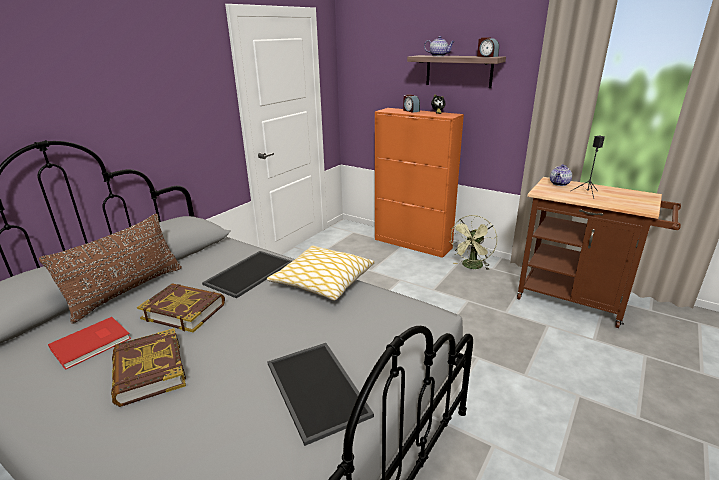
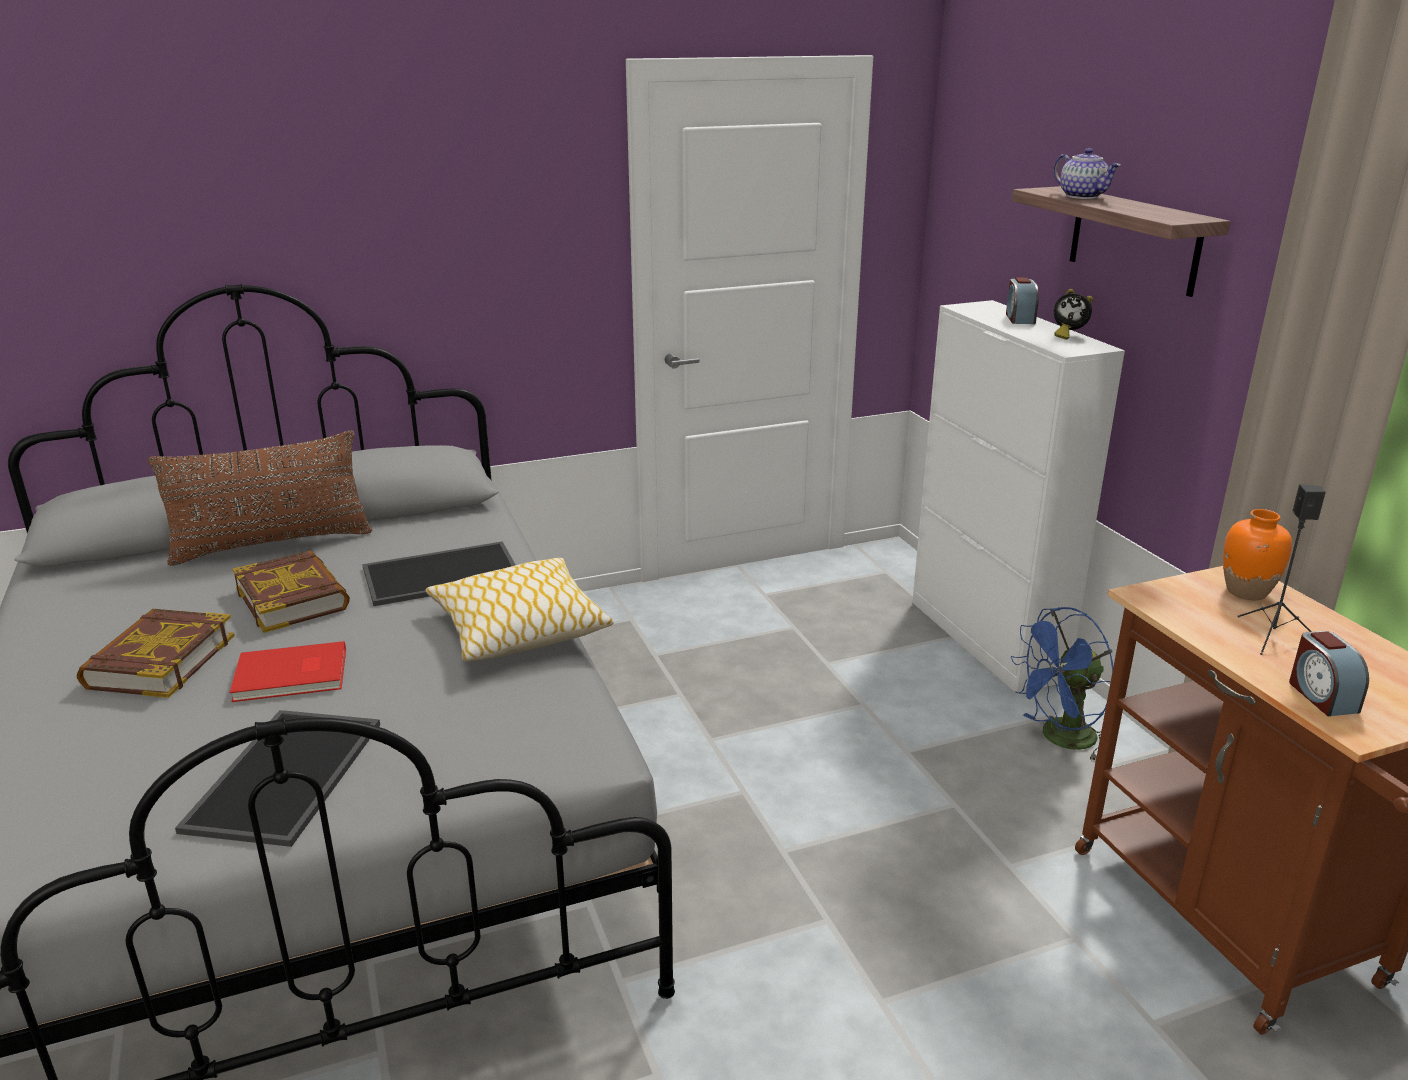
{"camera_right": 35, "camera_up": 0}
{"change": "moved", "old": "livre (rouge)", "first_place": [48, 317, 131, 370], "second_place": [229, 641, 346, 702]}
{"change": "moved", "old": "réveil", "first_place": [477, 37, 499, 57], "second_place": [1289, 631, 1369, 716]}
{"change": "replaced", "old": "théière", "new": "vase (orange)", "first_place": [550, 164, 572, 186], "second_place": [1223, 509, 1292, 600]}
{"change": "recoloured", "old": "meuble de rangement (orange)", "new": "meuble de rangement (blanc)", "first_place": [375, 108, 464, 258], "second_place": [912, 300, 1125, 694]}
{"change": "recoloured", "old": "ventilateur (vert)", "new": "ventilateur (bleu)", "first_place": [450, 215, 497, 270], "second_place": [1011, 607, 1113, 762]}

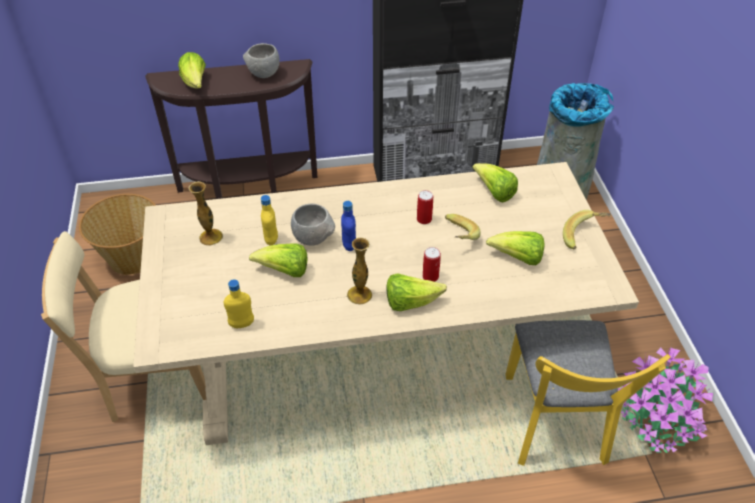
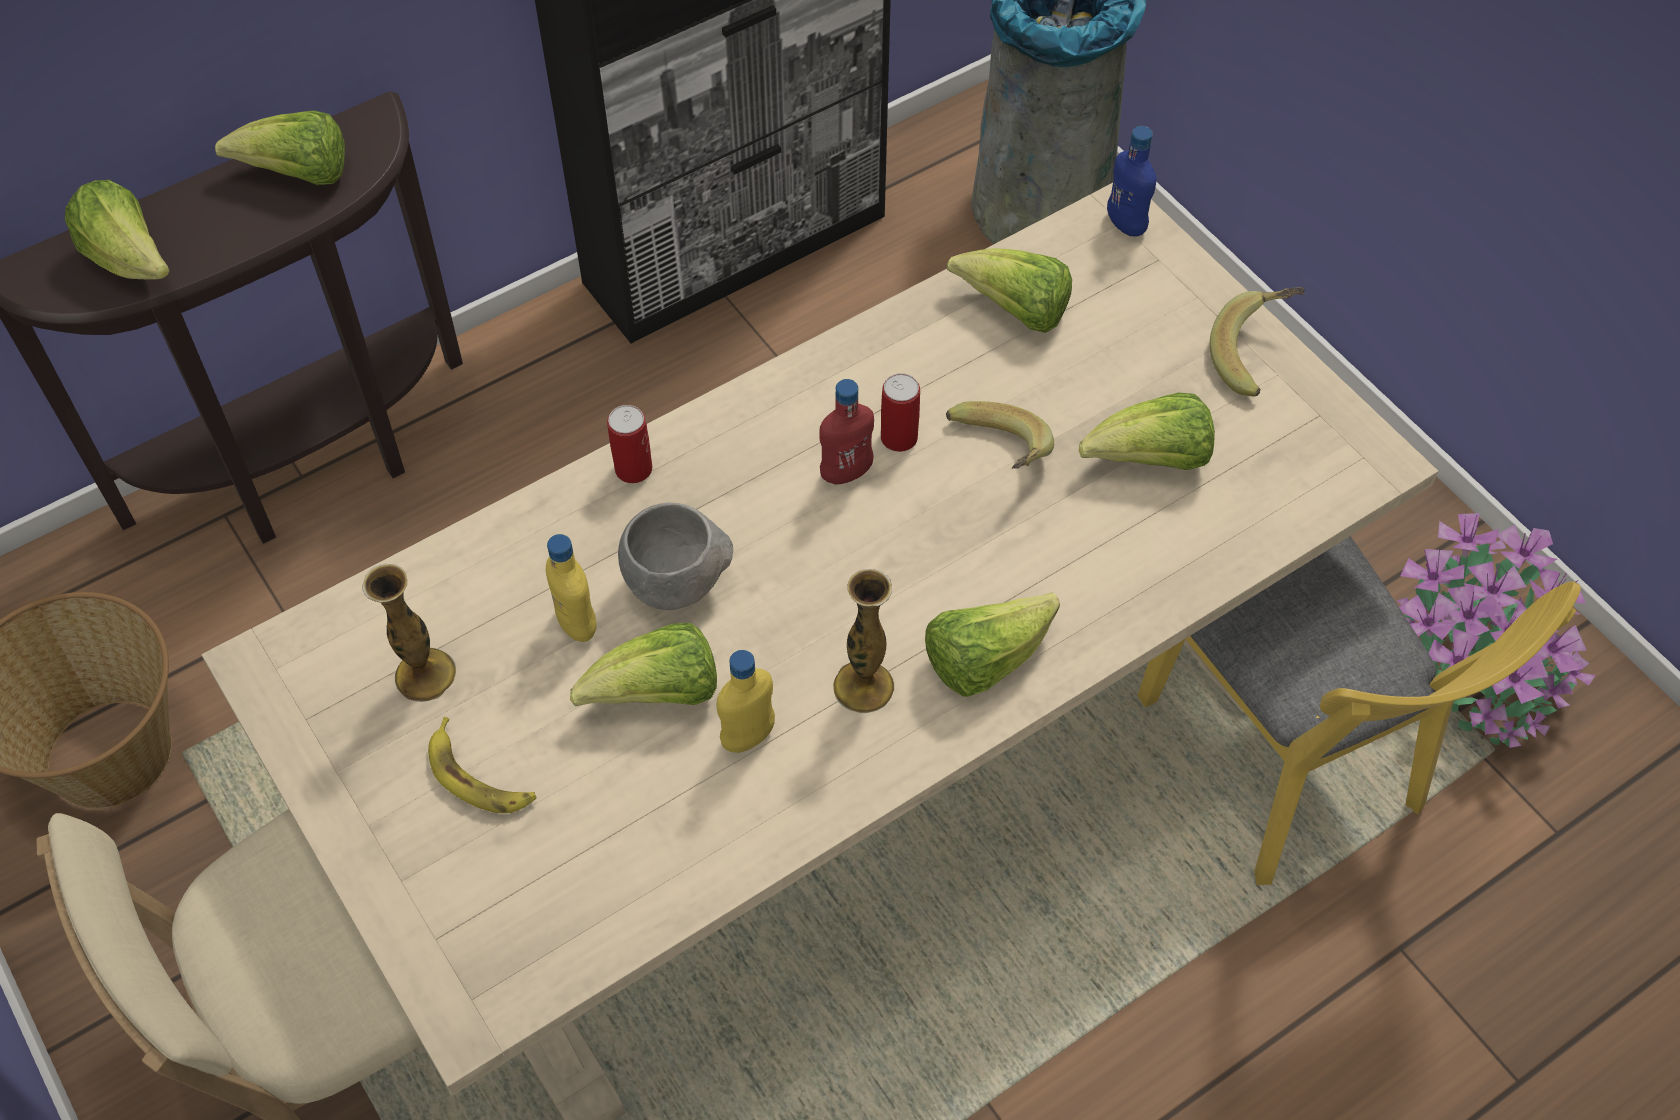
{"camera_right": -25, "camera_up": 10}
{"change": "added", "new": "banane", "second_place": [428, 717, 537, 813]}
{"change": "added", "new": "bouteille (rouge)", "second_place": [820, 379, 874, 485]}
{"change": "moved", "old": "bouteille (jaune)", "first_place": [224, 279, 254, 328], "second_place": [716, 650, 775, 753]}
{"change": "moved", "old": "bouteille (bleu)", "first_place": [341, 201, 356, 251], "second_place": [1107, 126, 1157, 237]}
{"change": "moved", "old": "boîte métallique", "first_place": [423, 247, 441, 282], "second_place": [607, 405, 652, 483]}
{"change": "replaced", "old": "bol (gris)", "new": "laitue", "first_place": [243, 43, 280, 78], "second_place": [215, 110, 345, 185]}

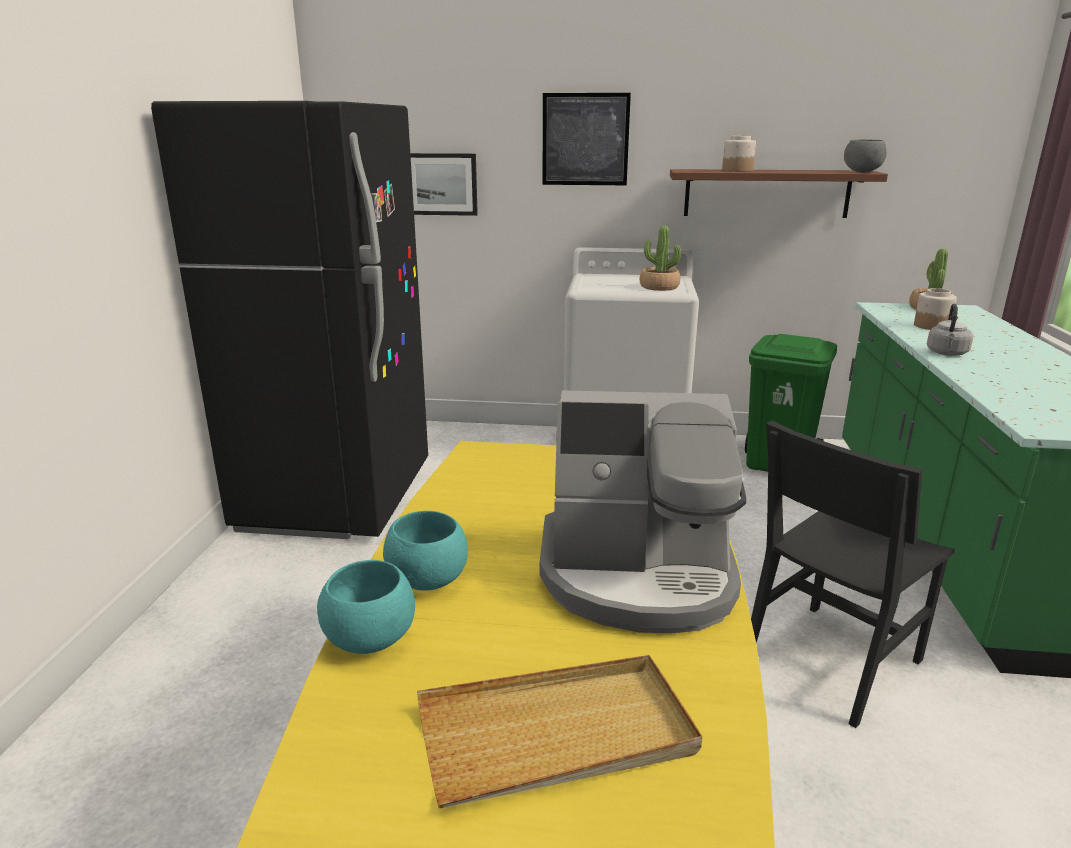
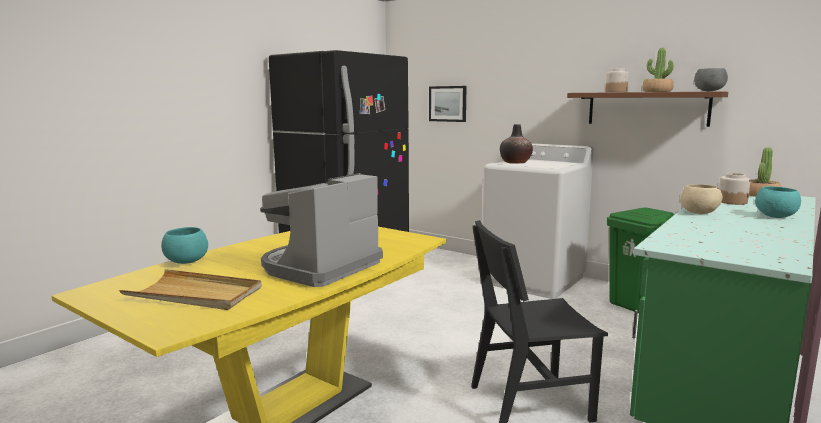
{"camera_right": 30, "camera_up": -10}
{"change": "removed", "old": "tableau", "first_place": [543, 93, 631, 185]}
{"change": "added", "new": "vase", "second_place": [500, 124, 533, 164]}
{"change": "moved", "old": "bol (turquoise)", "first_place": [383, 511, 468, 590], "second_place": [755, 186, 801, 218]}
{"change": "moved", "old": "plante en pot", "first_place": [640, 226, 681, 291], "second_place": [642, 48, 674, 92]}
{"change": "replaced", "old": "bouilloire (gris)", "new": "bol (beige)", "first_place": [927, 304, 973, 356], "second_place": [681, 184, 723, 214]}
{"change": "turned", "old": "machine à café", "first_place": [540, 390, 746, 633], "second_place": [260, 173, 383, 287], "degrees": 90}

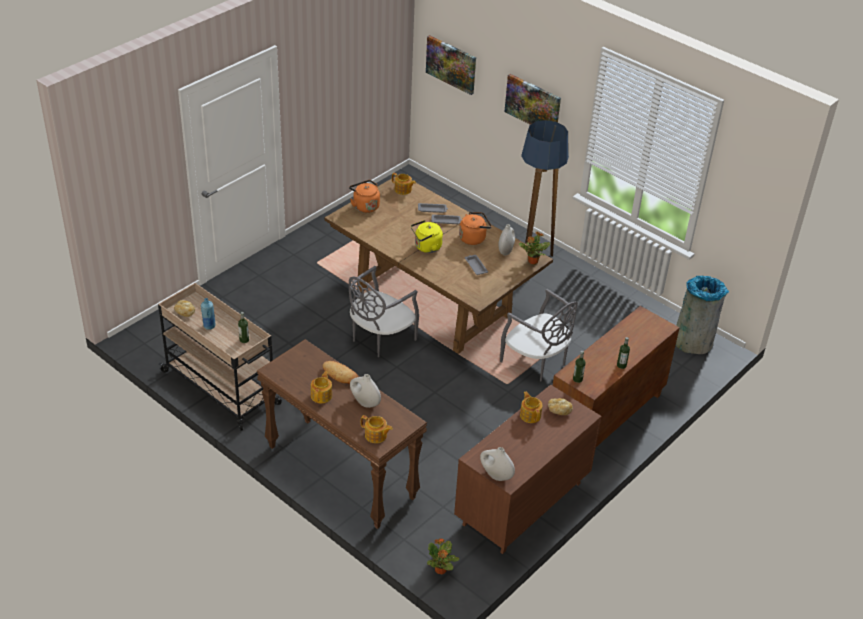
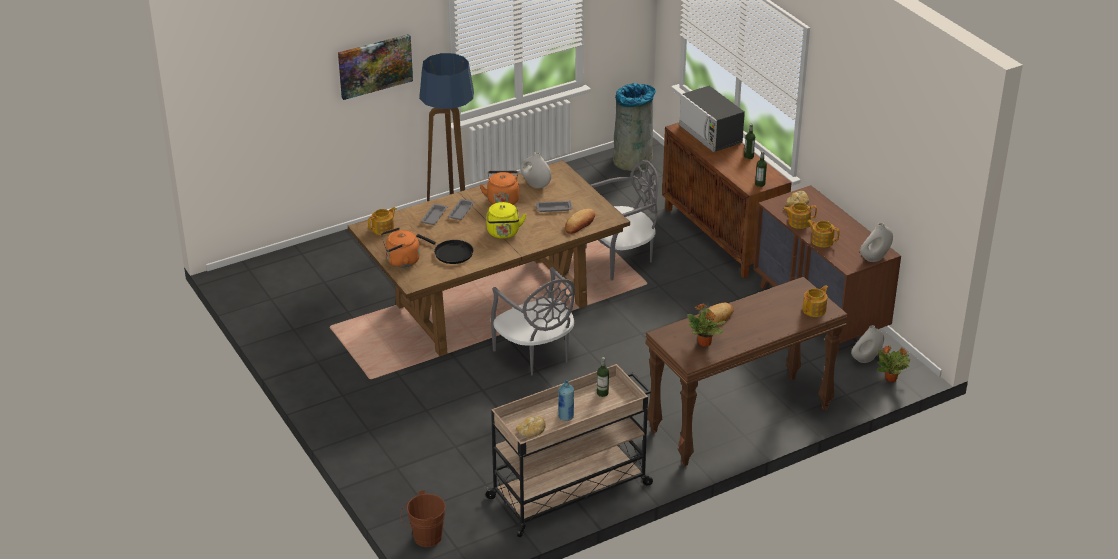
{"camera_right": -70, "camera_up": -5}
{"change": "removed", "old": "tableau", "first_place": [426, 35, 476, 95]}
{"change": "added", "new": "seau (marron)", "second_place": [401, 490, 446, 547]}
{"change": "added", "new": "poêle (noir)", "second_place": [416, 234, 473, 264]}
{"change": "added", "new": "pain", "second_place": [565, 209, 595, 234]}
{"change": "added", "new": "micro-ondes", "second_place": [679, 86, 745, 152]}
{"change": "moved", "old": "théière", "first_place": [311, 371, 332, 403], "second_place": [807, 220, 840, 247]}
{"change": "moved", "old": "vase (blanc)", "first_place": [350, 374, 381, 408], "second_place": [851, 325, 884, 363]}
{"change": "moved", "old": "plante en pot", "first_place": [519, 232, 550, 265], "second_place": [687, 304, 726, 347]}

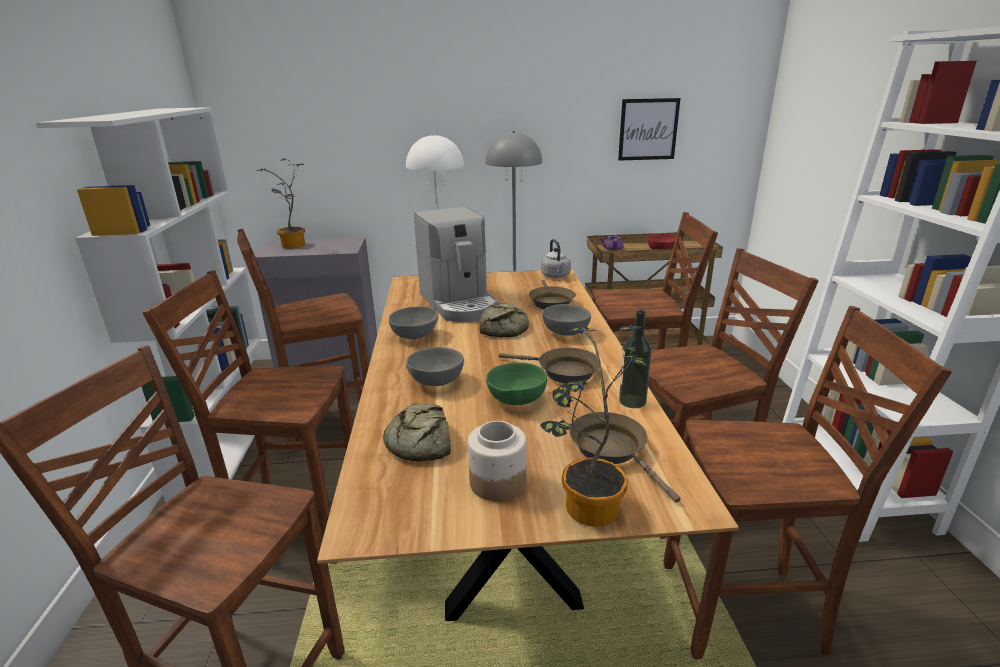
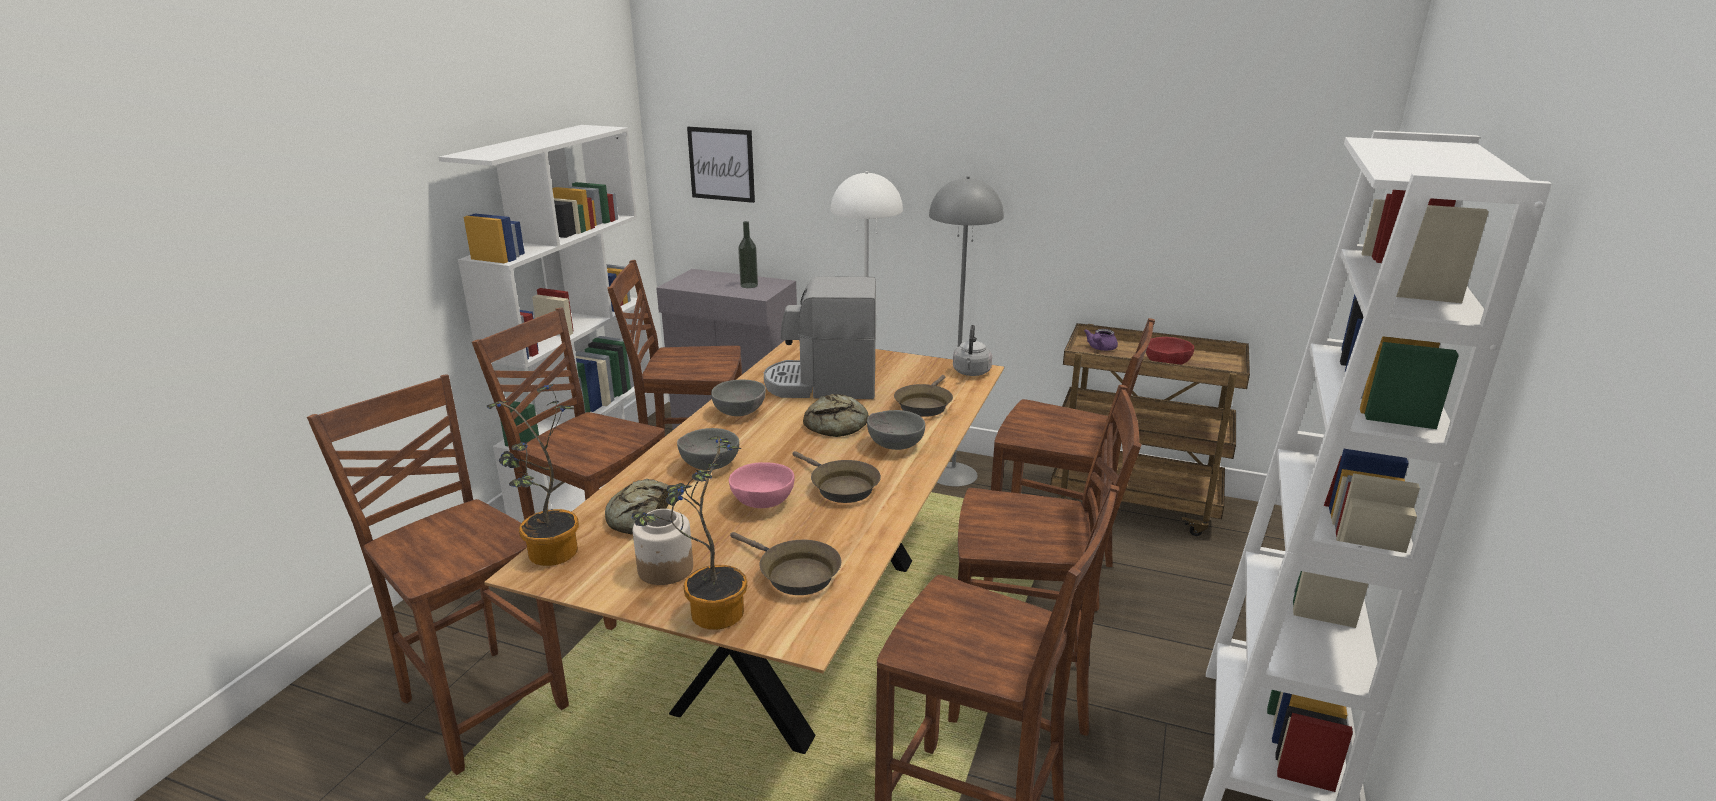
{"camera_right": 25, "camera_up": 0}
{"change": "moved", "old": "plante en pot", "first_place": [256, 158, 305, 248], "second_place": [487, 384, 579, 566]}
{"change": "moved", "old": "tableau", "first_place": [618, 98, 680, 161], "second_place": [687, 127, 755, 203]}
{"change": "moved", "old": "bouteille", "first_place": [619, 310, 652, 408], "second_place": [738, 221, 758, 288]}
{"change": "recoloured", "old": "bol (vert)", "new": "bol (rose)", "first_place": [486, 362, 547, 405], "second_place": [729, 462, 795, 508]}
{"change": "turned", "old": "machine à café", "first_place": [414, 207, 498, 322], "second_place": [764, 276, 876, 399], "degrees": 90}
{"change": "turned", "old": "poêle (marron)", "first_place": [570, 412, 681, 503], "second_place": [730, 532, 841, 595], "degrees": 135}

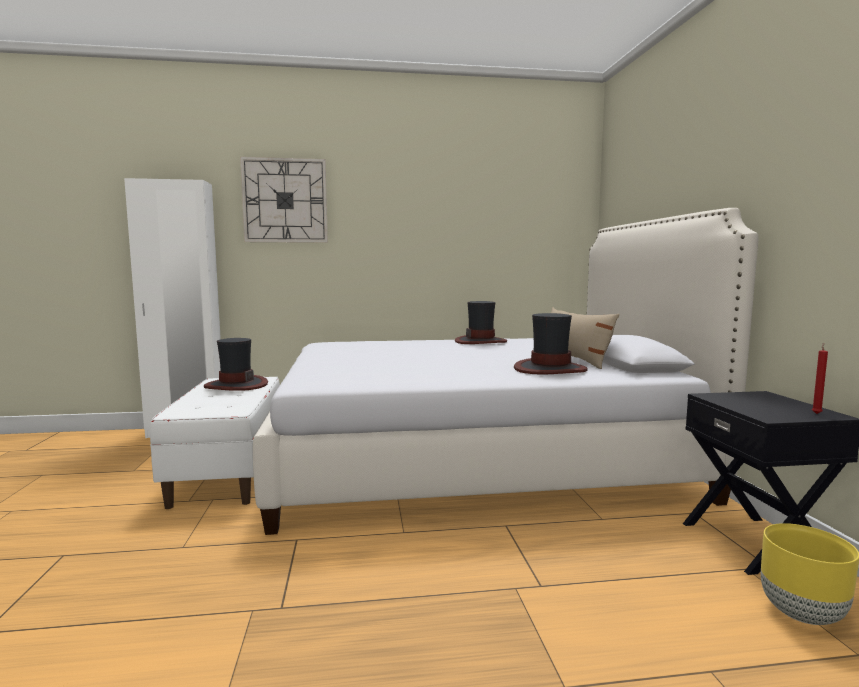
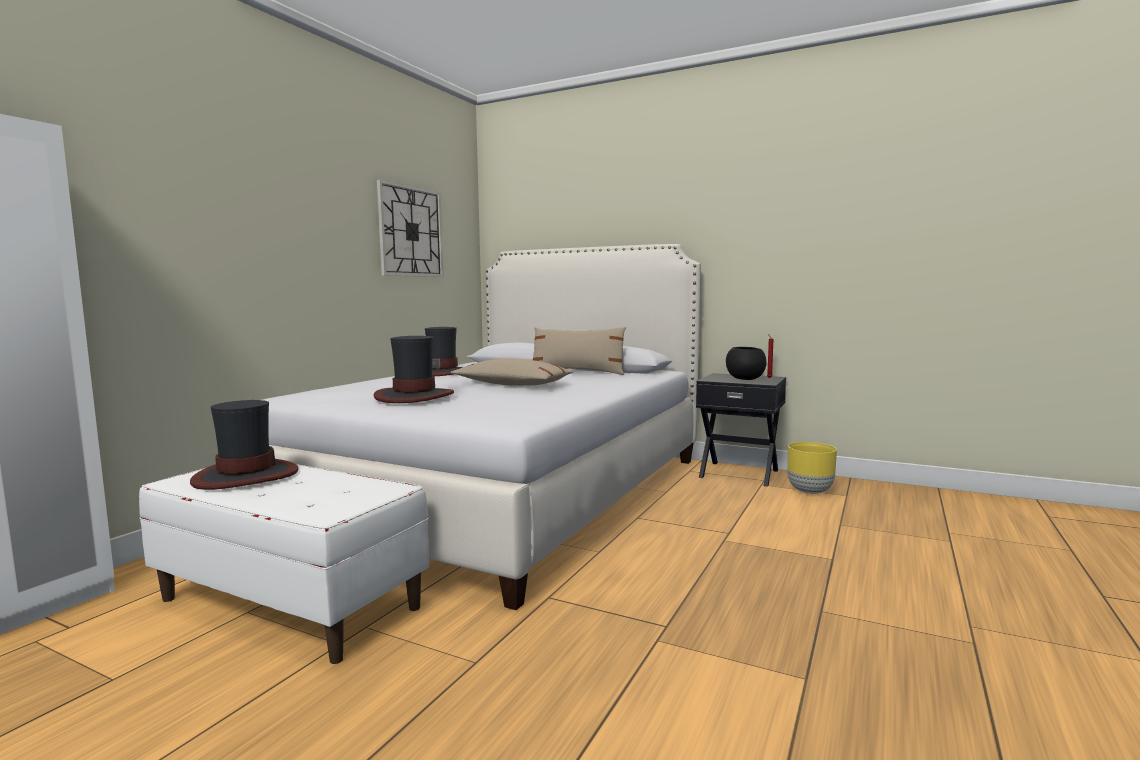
{"camera_right": -55, "camera_up": 0}
{"change": "added", "new": "coussin (beige)", "second_place": [451, 358, 573, 386]}
{"change": "added", "new": "bol (noir)", "second_place": [726, 347, 767, 380]}
{"change": "moved", "old": "horloge murale", "first_place": [240, 157, 328, 243], "second_place": [377, 180, 444, 277]}
{"change": "moved", "old": "chapeau", "first_place": [514, 313, 588, 374], "second_place": [374, 336, 454, 403]}

